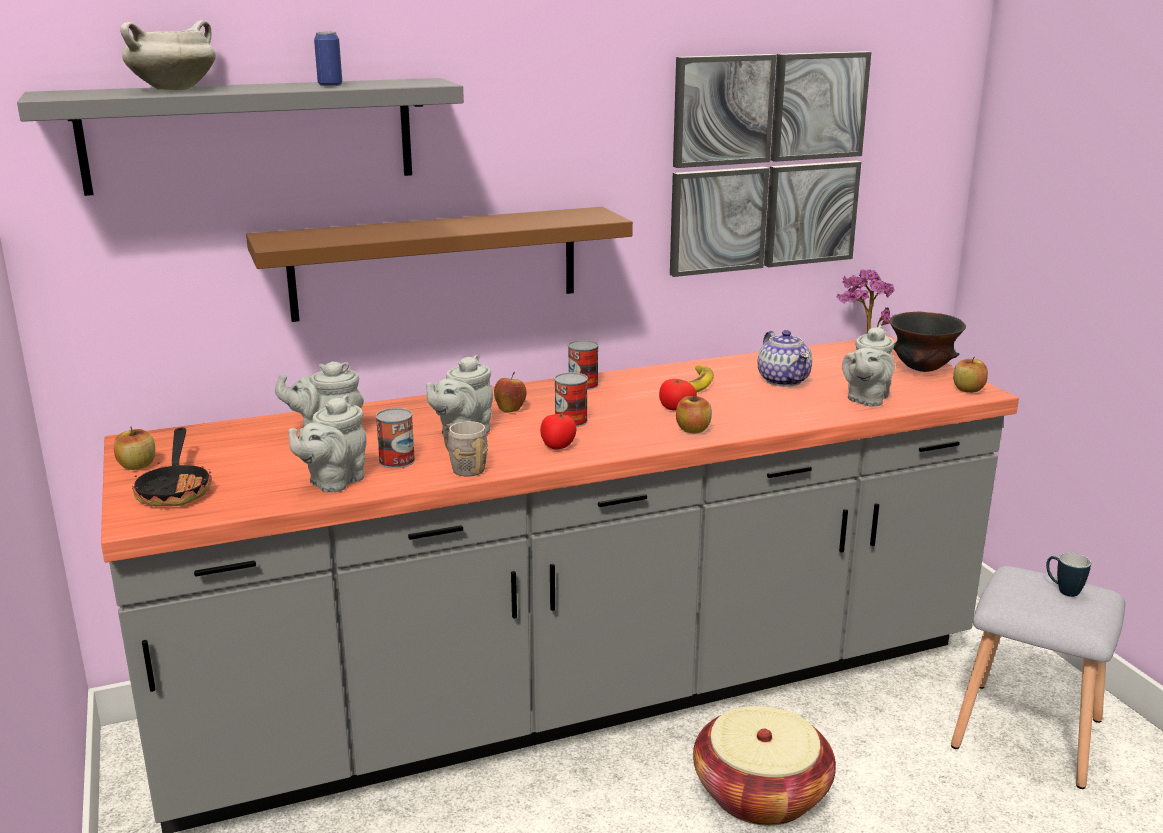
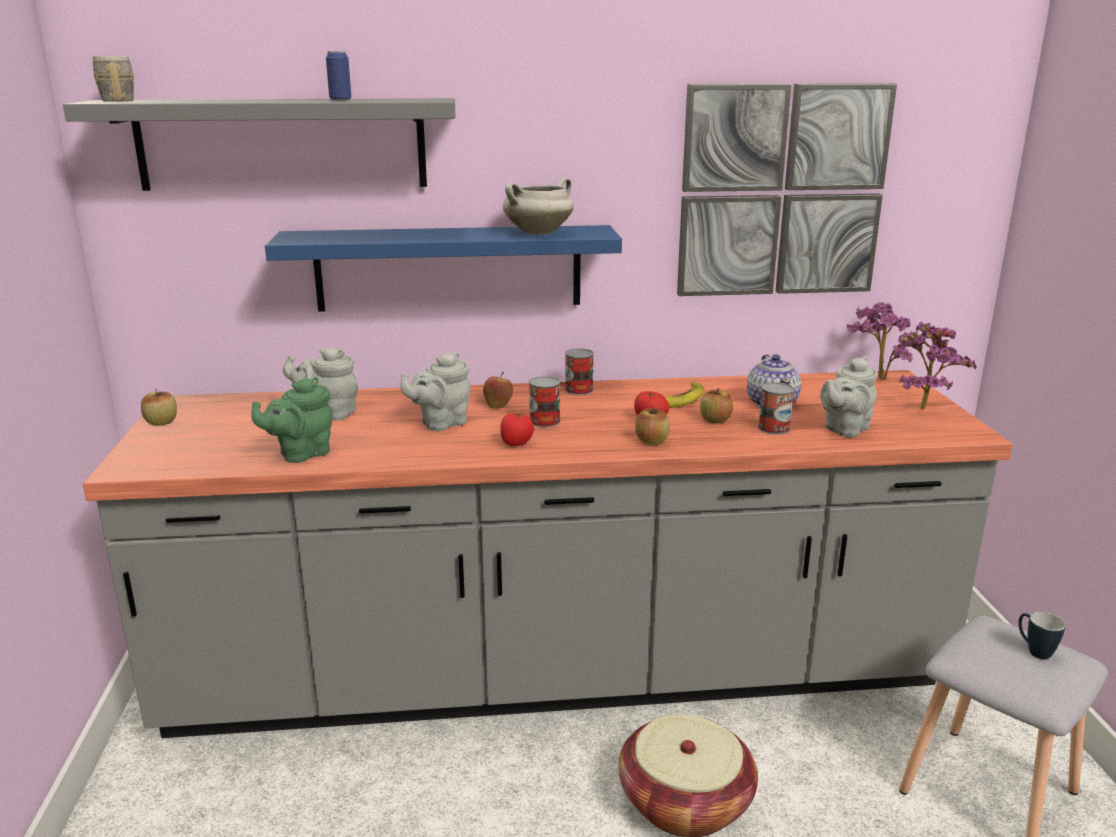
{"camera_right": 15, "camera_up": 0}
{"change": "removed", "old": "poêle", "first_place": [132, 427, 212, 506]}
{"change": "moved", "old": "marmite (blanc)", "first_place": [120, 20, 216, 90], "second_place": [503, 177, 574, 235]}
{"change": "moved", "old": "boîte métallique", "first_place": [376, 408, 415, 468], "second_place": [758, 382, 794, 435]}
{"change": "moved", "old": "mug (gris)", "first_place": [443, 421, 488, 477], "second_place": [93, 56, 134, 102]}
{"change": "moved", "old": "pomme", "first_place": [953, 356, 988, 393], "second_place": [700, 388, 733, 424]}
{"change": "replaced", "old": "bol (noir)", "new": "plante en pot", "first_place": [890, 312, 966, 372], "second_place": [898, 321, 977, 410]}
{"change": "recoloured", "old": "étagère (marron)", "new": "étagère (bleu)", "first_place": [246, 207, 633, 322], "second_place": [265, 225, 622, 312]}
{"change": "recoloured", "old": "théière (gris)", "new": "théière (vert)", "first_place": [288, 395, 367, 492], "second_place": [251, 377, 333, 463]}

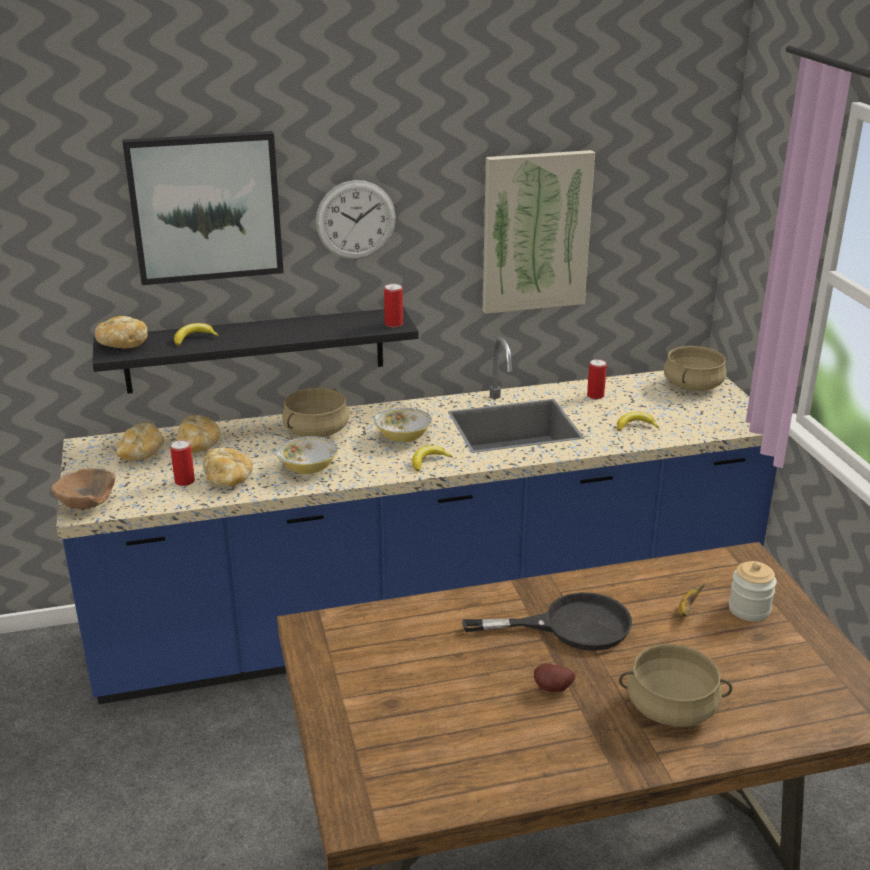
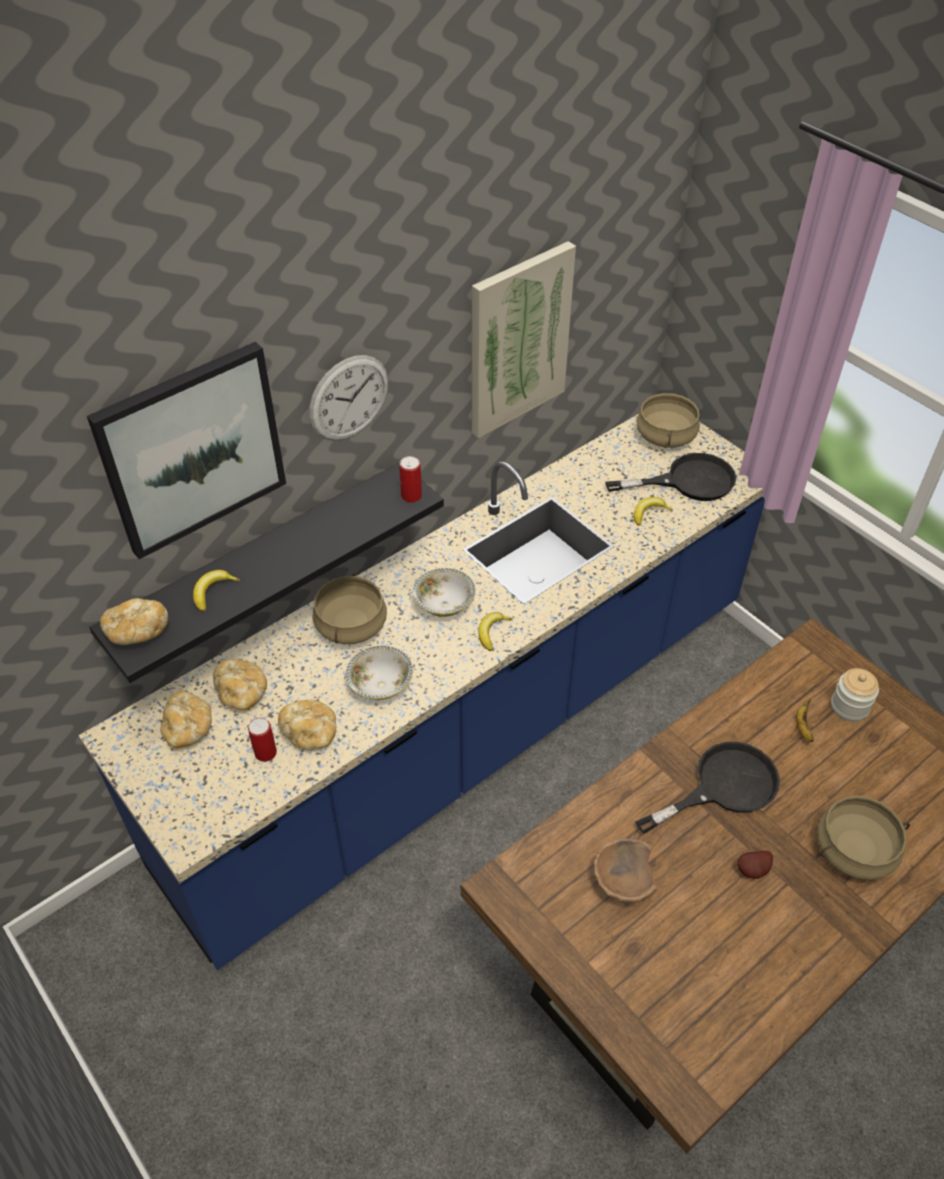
{"camera_right": -25, "camera_up": 20}
{"change": "removed", "old": "boîte métallique", "first_place": [587, 359, 607, 399]}
{"change": "added", "new": "poêle (noir)", "second_place": [606, 453, 736, 501]}
{"change": "moved", "old": "bol (marron)", "first_place": [51, 468, 115, 509], "second_place": [593, 838, 657, 903]}

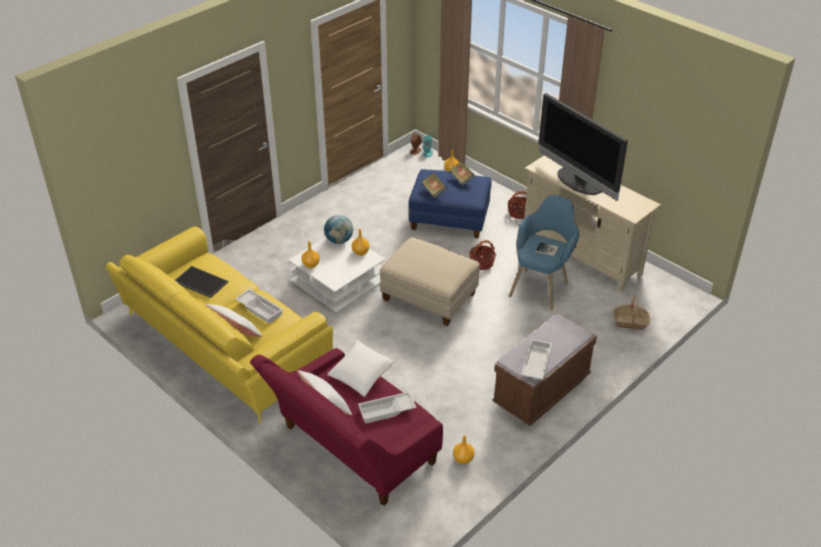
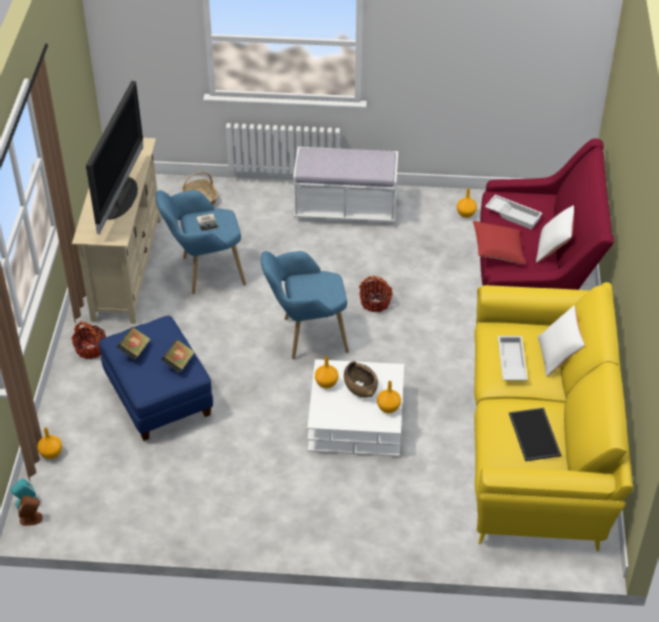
{"camera_right": -130, "camera_up": 5}
{"change": "removed", "old": "globe", "first_place": [324, 215, 353, 244]}
{"change": "removed", "old": "plateau (blanc)", "first_place": [521, 339, 552, 380]}
{"change": "added", "new": "bol (marron)", "second_place": [344, 361, 378, 398]}
{"change": "moved", "old": "panier", "first_place": [469, 240, 496, 270], "second_place": [359, 276, 392, 312]}
{"change": "replaced", "old": "pouf (beige)", "new": "fauteuil (bleu)", "first_place": [380, 237, 480, 326], "second_place": [261, 251, 349, 359]}
{"change": "recoloured", "old": "coussin (blanc)", "new": "coussin (rouge)", "first_place": [327, 340, 394, 397], "second_place": [473, 221, 526, 265]}
{"change": "recoloured", "old": "banc (marron)", "new": "banc (blanc)", "first_place": [492, 314, 597, 426], "second_place": [293, 147, 398, 225]}

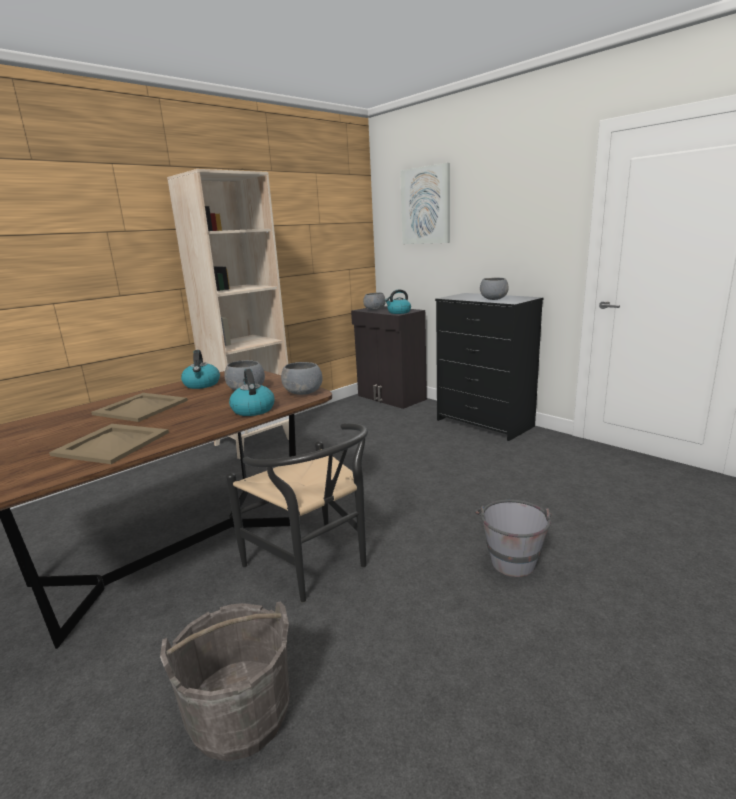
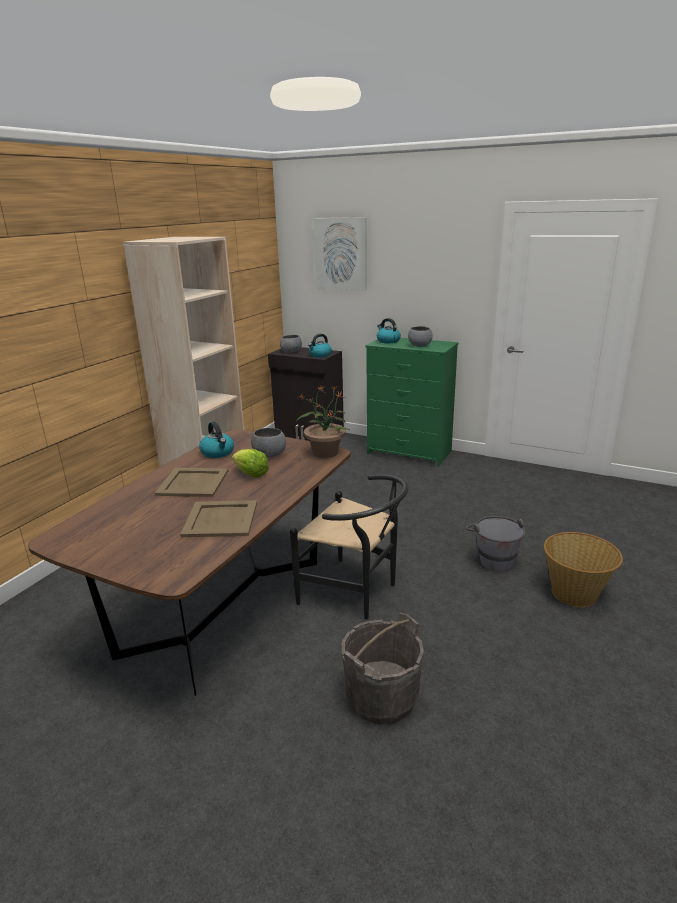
{"camera_right": -20, "camera_up": 5}
{"change": "added", "new": "laitue", "second_place": [232, 449, 269, 478]}
{"change": "added", "new": "panier", "second_place": [544, 532, 623, 607]}
{"change": "moved", "old": "bouilloire", "first_place": [229, 369, 275, 416], "second_place": [377, 318, 401, 343]}
{"change": "replaced", "old": "bol (gris)", "new": "plante en pot", "first_place": [281, 362, 322, 395], "second_place": [297, 386, 349, 458]}
{"change": "recoloured", "old": "commode (noir)", "new": "commode (vert)", "first_place": [435, 293, 543, 441], "second_place": [366, 338, 458, 467]}

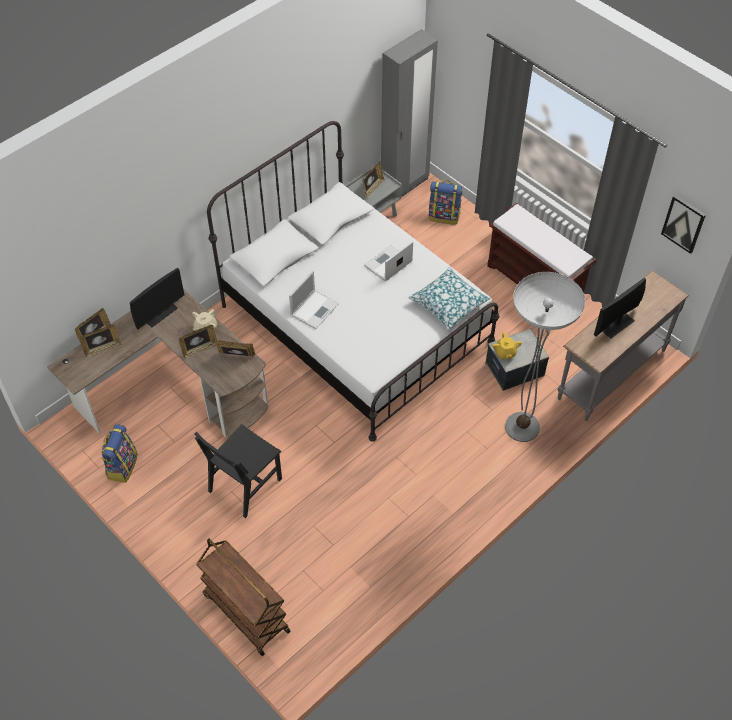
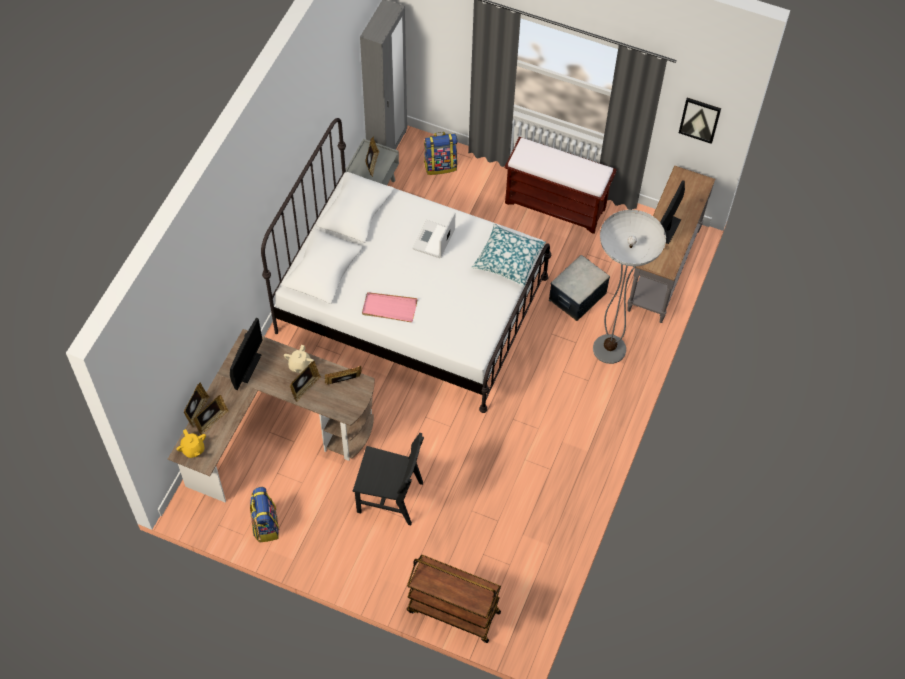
{"camera_right": -25, "camera_up": 5}
{"change": "moved", "old": "théière (jaune)", "first_place": [492, 332, 522, 359], "second_place": [176, 429, 206, 458]}
{"change": "replaced", "old": "ordinateur portable", "new": "plateau (rose)", "first_place": [289, 271, 339, 329], "second_place": [362, 292, 418, 323]}
{"change": "turned", "old": "chaise (noir)", "first_place": [194, 424, 282, 518], "second_place": [353, 433, 424, 525], "degrees": -90}

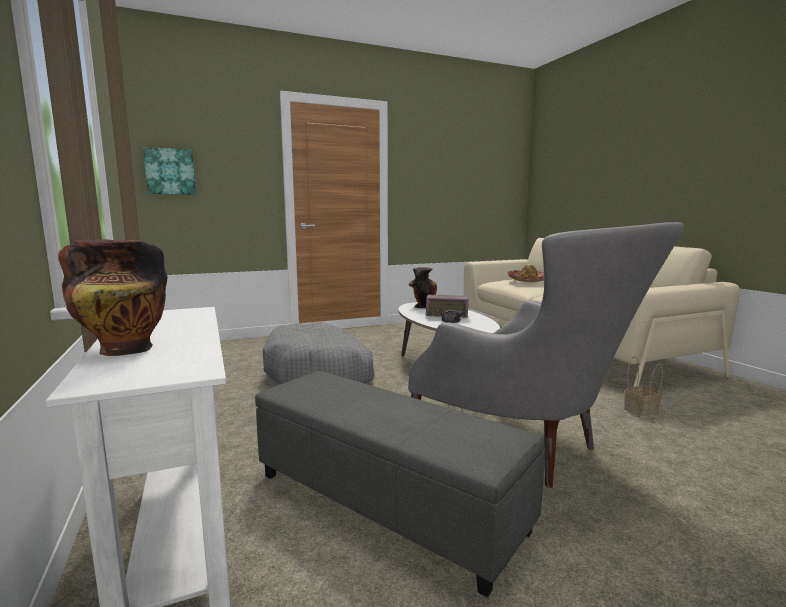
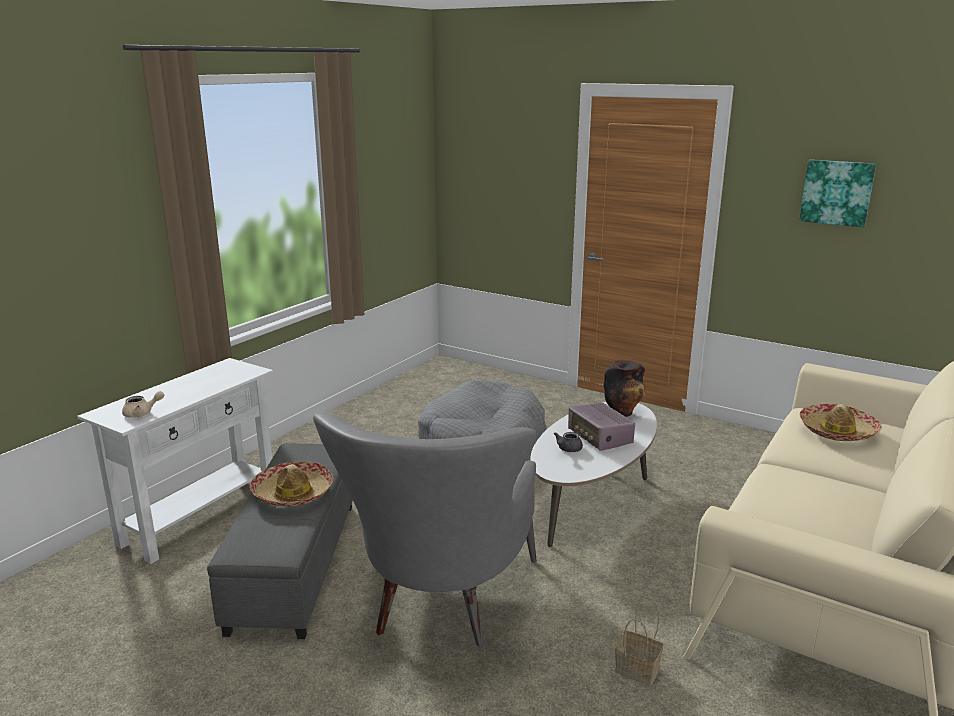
{"camera_right": 55, "camera_up": 10}
{"change": "removed", "old": "vase", "first_place": [58, 239, 167, 356]}
{"change": "added", "new": "théière (beige)", "second_place": [122, 391, 164, 418]}
{"change": "added", "new": "chapeau", "second_place": [250, 461, 333, 507]}
{"change": "moved", "old": "tableau", "first_place": [143, 147, 196, 195], "second_place": [799, 160, 876, 227]}

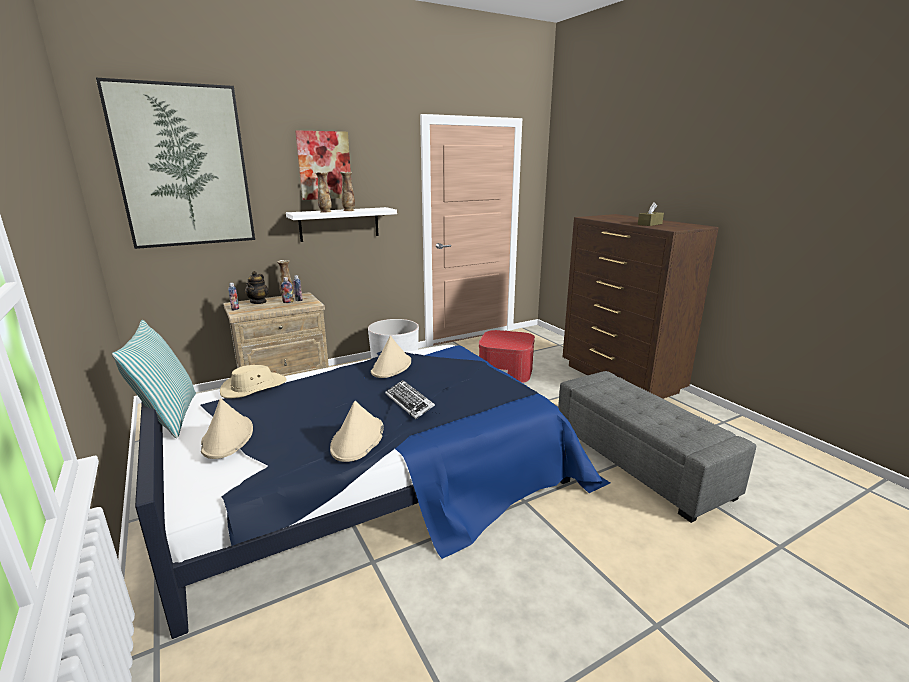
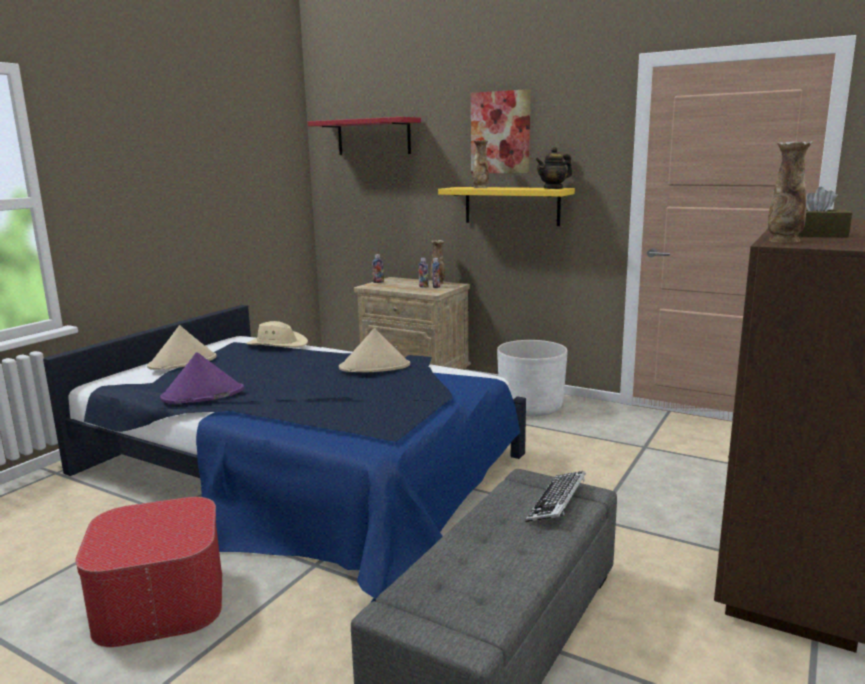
{"camera_right": 60, "camera_up": -5}
{"change": "removed", "old": "coussin", "first_place": [112, 320, 196, 438]}
{"change": "moved", "old": "théière", "first_place": [244, 271, 269, 304], "second_place": [535, 147, 572, 189]}
{"change": "moved", "old": "vase", "first_place": [340, 172, 355, 211], "second_place": [768, 141, 812, 243]}
{"change": "moved", "old": "clavier", "first_place": [385, 380, 435, 419], "second_place": [526, 471, 586, 522]}
{"change": "moved", "old": "pouf", "first_place": [479, 330, 535, 383], "second_place": [75, 497, 222, 647]}
{"change": "replaced", "old": "tableau", "new": "étagère (rouge)", "first_place": [96, 78, 255, 249], "second_place": [308, 117, 421, 155]}
{"change": "recoloured", "old": "étagère (blanc)", "new": "étagère (jaune)", "first_place": [286, 207, 397, 242], "second_place": [438, 187, 575, 226]}
{"change": "recoloured", "old": "chapeau (beige)", "new": "chapeau (violet)", "first_place": [330, 401, 384, 462], "second_place": [160, 352, 244, 404]}

